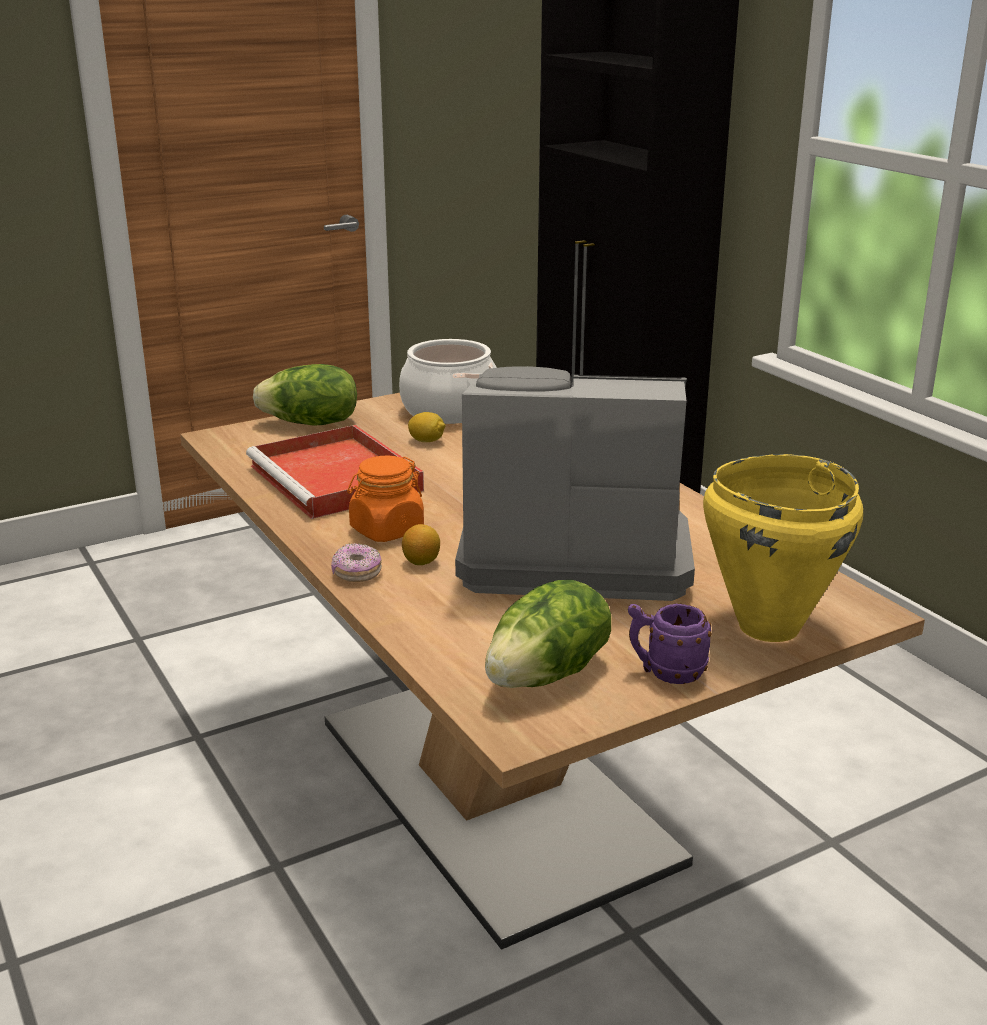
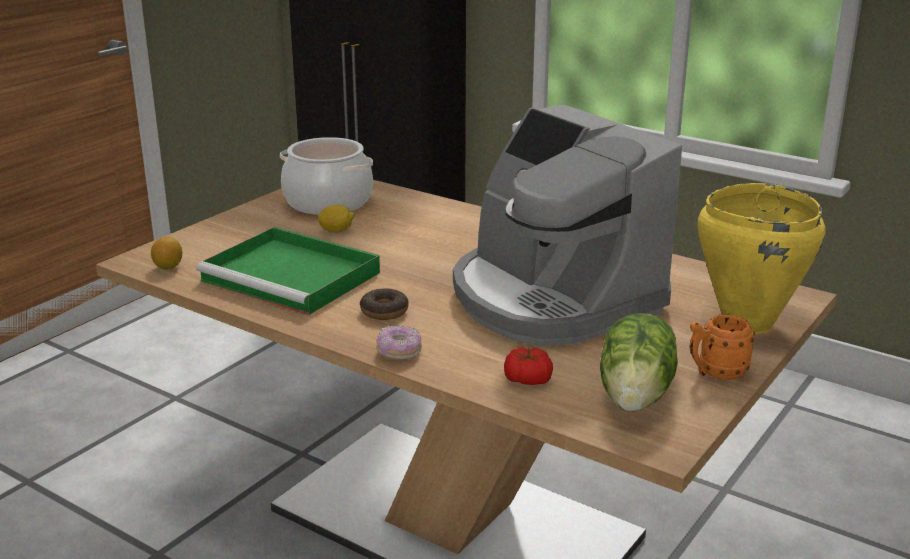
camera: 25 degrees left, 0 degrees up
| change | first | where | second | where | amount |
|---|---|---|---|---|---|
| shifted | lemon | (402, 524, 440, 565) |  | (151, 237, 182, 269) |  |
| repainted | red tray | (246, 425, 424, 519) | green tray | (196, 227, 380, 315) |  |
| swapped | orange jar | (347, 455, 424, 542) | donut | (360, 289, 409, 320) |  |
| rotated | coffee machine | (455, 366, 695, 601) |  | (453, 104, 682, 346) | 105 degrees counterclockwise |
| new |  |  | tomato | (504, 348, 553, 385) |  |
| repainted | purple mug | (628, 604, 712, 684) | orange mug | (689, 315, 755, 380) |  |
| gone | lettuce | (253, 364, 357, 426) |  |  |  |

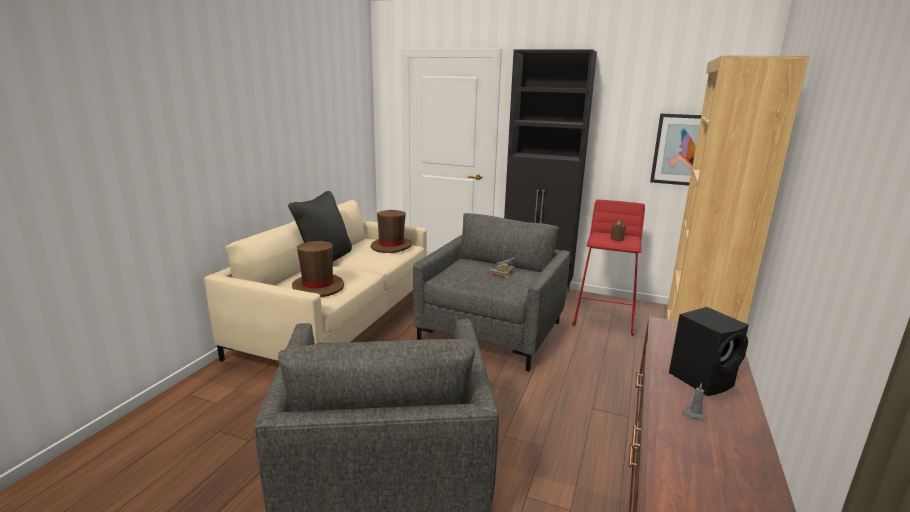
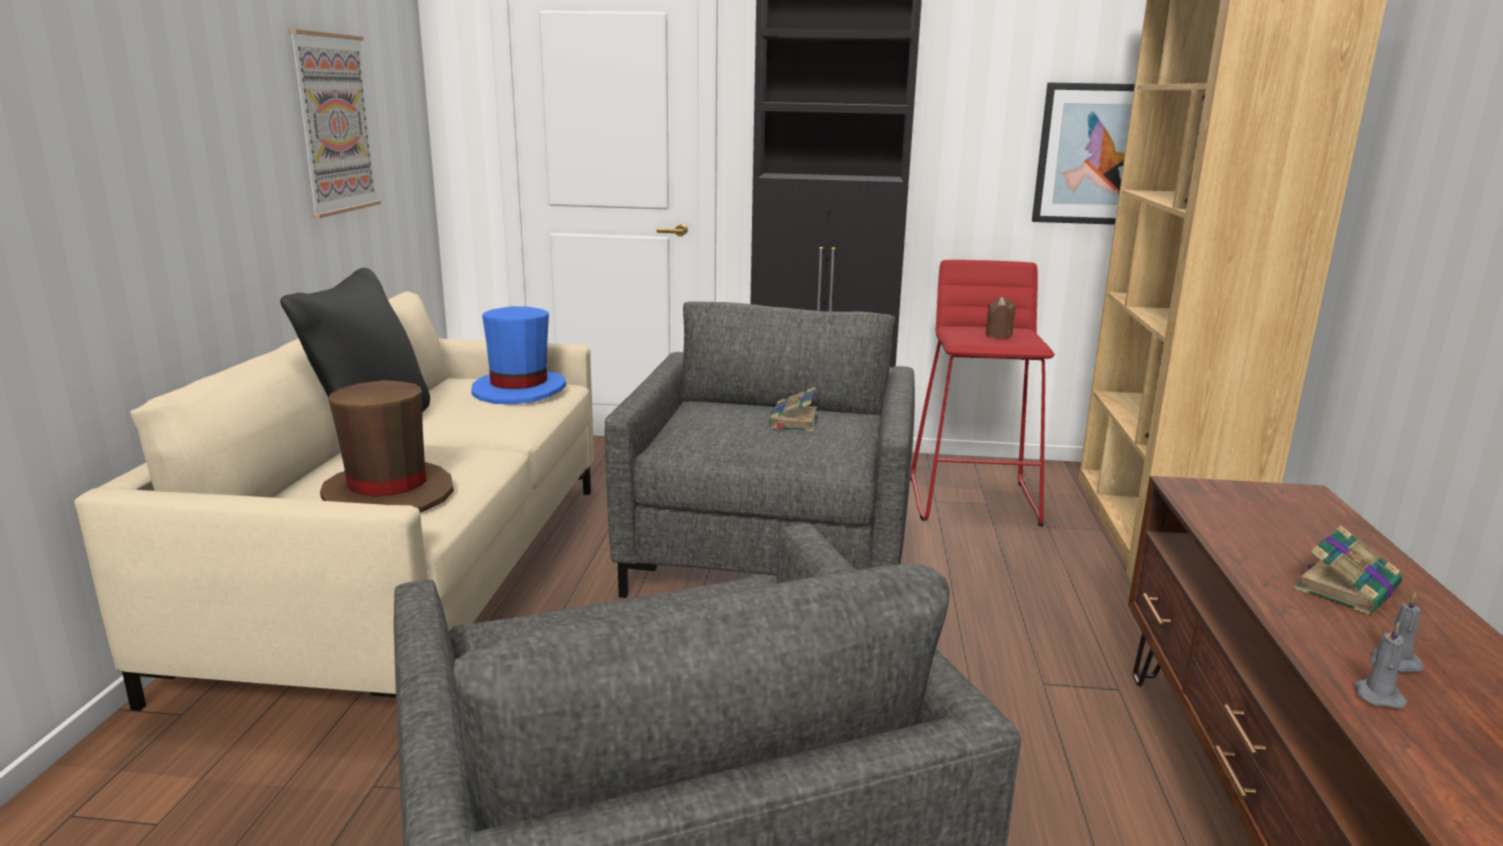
camera: 15 degrees left, 0 degrees up
| change | first | where | second | where | amount |
|---|---|---|---|---|---|
| new |  |  | picture | (288, 29, 381, 218) |  |
| repainted | brown hat | (371, 210, 412, 253) | blue hat | (471, 306, 566, 404) |  |
| swapped | black speaker | (669, 307, 749, 396) | book | (1294, 525, 1402, 614) |  |
| new |  |  | grey candle | (1354, 621, 1408, 709) |  |

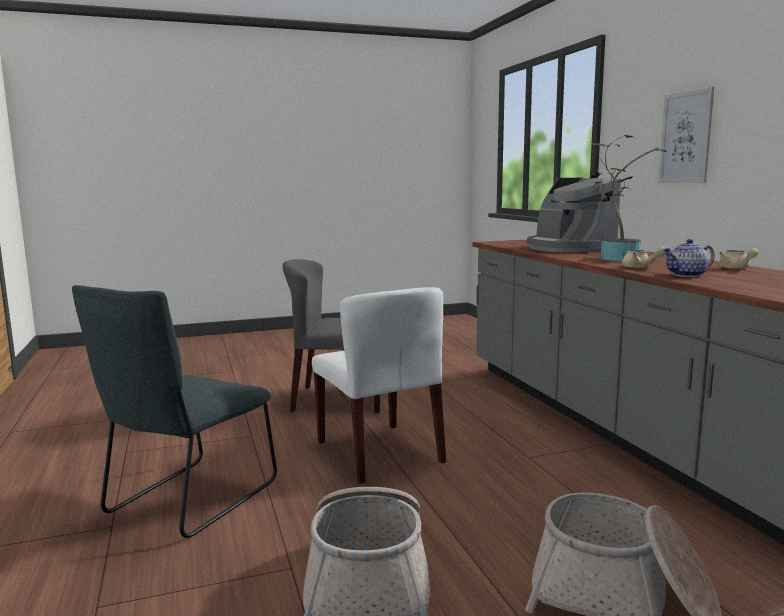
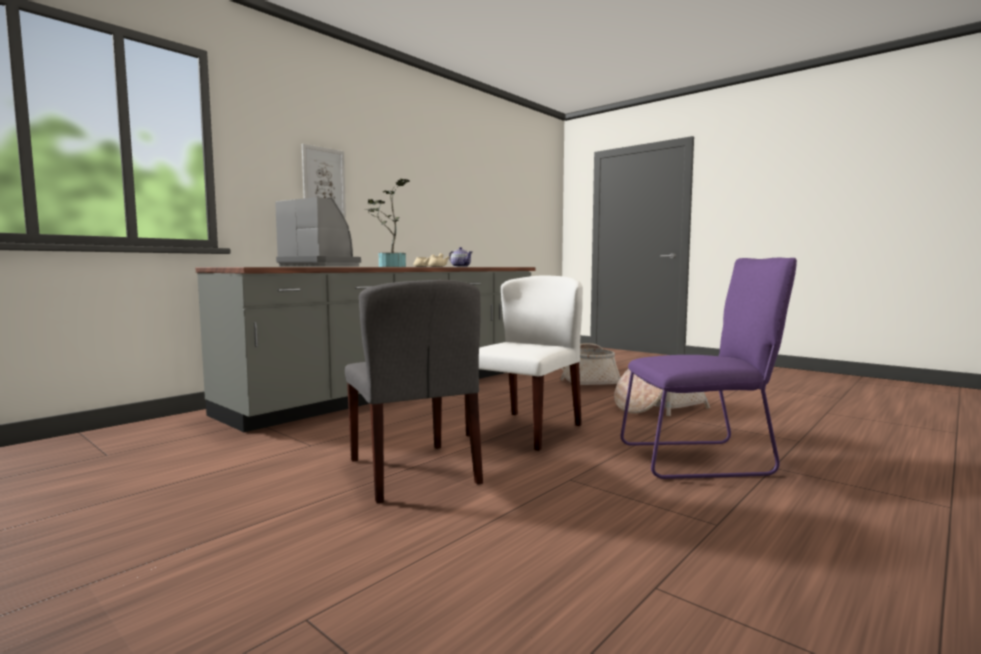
camera: 120 degrees left, 5 degrees down
| change | first | where | second | where | amount |
|---|---|---|---|---|---|
| rotated | coffee machine | (527, 178, 621, 253) |  | (275, 197, 361, 267) | 90 degrees counterclockwise |
| repainted | grey chair | (72, 285, 277, 538) | purple chair | (620, 258, 797, 479) |  |

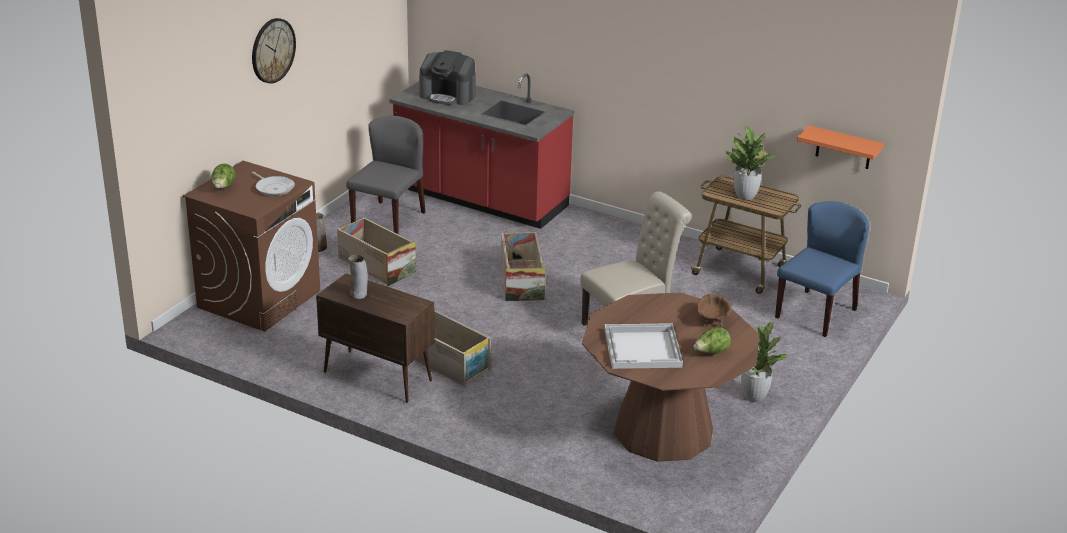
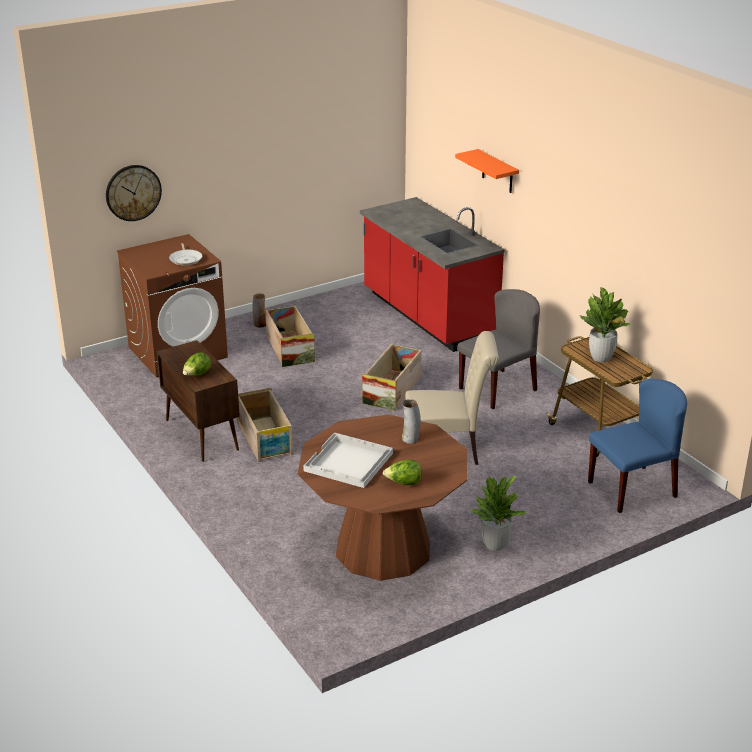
camera: 30 degrees right, 0 degrees up
| change | first | where | second | where | amount |
|---|---|---|---|---|---|
| shifted | wall clock | (252, 18, 296, 84) |  | (106, 165, 162, 221) |  |
| shifted | lettuce | (211, 163, 235, 189) |  | (183, 352, 211, 376) |  |
| shifted | vase | (348, 255, 368, 299) |  | (401, 400, 421, 444) |  |
| shifted | orange shelf | (797, 125, 884, 169) |  | (455, 149, 519, 193) |  |
| shifted | grey chair | (346, 116, 425, 234) |  | (457, 289, 540, 409) |  |
| gone | coffee machine | (419, 50, 476, 105) |  |  |  |
| gone | brown bowl | (696, 294, 731, 327) |  |  |  |

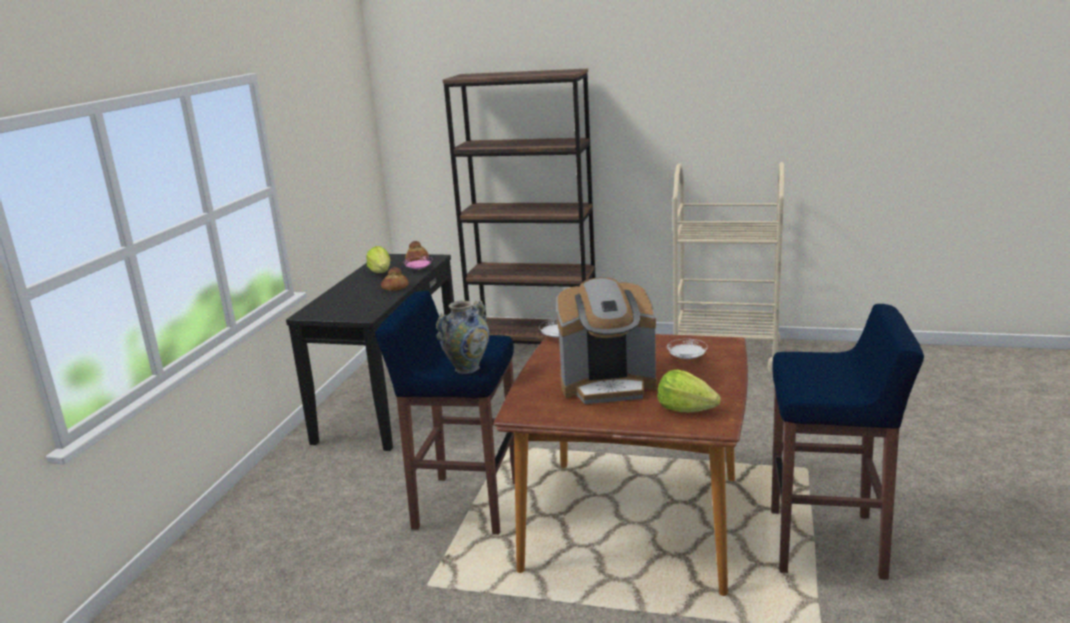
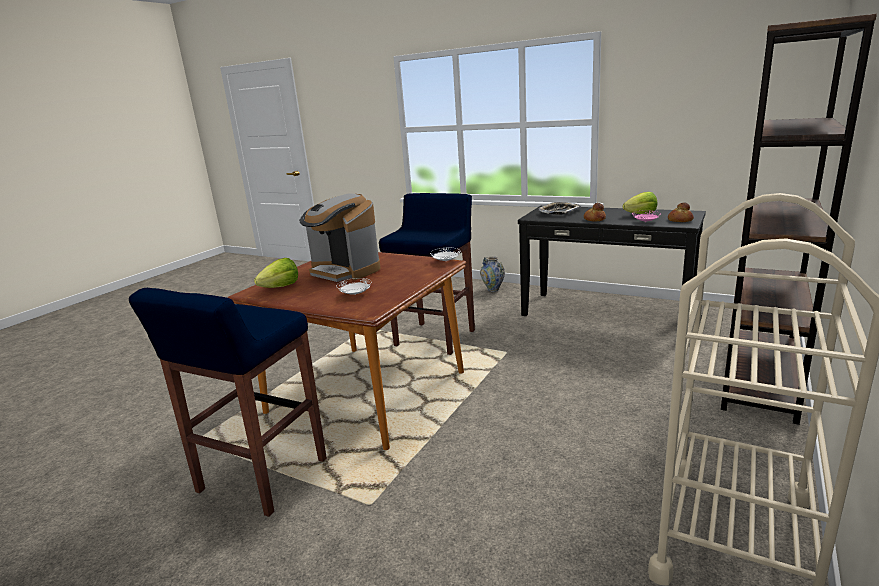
camera: 105 degrees right, 0 degrees up
| change | first | where | second | where | amount |
|---|---|---|---|---|---|
| rotated | coffee machine | (556, 277, 657, 404) |  | (299, 193, 381, 282) | 60 degrees counterclockwise |
| shifted | vase | (436, 301, 489, 374) |  | (480, 257, 505, 292) |  |
| new |  |  | tray | (538, 202, 581, 215) |  |

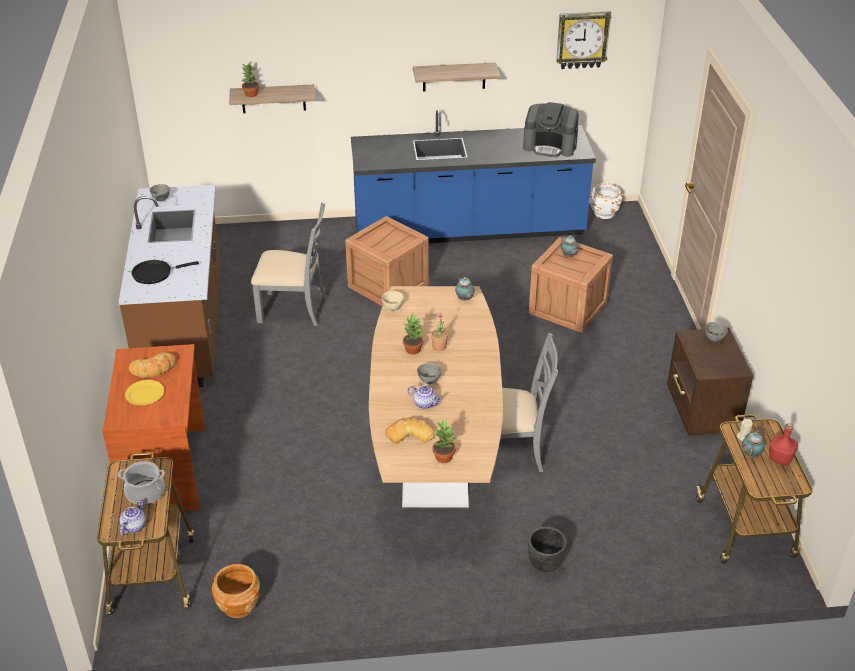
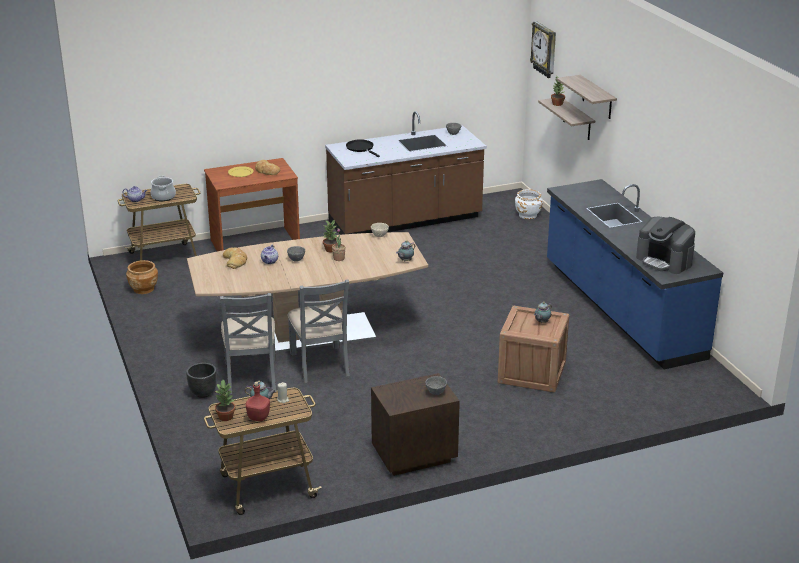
camera: 75 degrees right, 10 degrees down
| change | first | where | second | where | amount |
|---|---|---|---|---|---|
| shifted | potted plant | (432, 419, 456, 463) |  | (215, 380, 235, 421) |  |
| shifted | grey chair | (251, 203, 327, 326) |  | (220, 293, 276, 394) |  |
| shifted | white planter | (590, 183, 622, 219) |  | (515, 189, 543, 219) |  |
| shifted | wall clock | (556, 11, 612, 69) |  | (530, 21, 556, 78) |  |
| shifted | shelf | (413, 63, 501, 92) |  | (557, 75, 617, 119) |  |
| rotated | coffee machine | (523, 102, 579, 157) |  | (636, 217, 695, 274) | 45 degrees counterclockwise |
| gone | crate | (345, 216, 429, 306) |  |  |  |

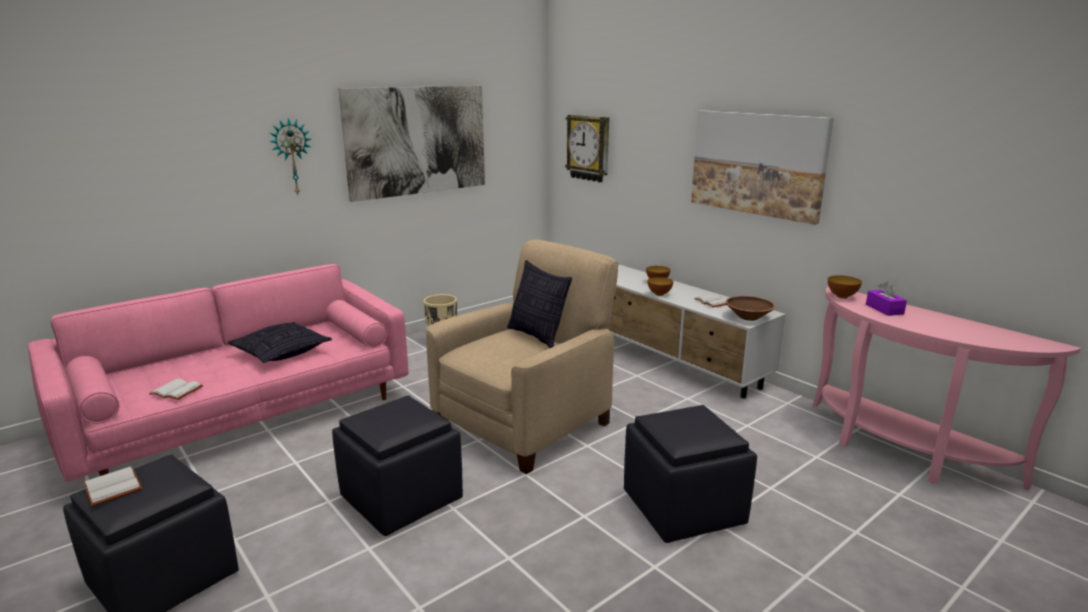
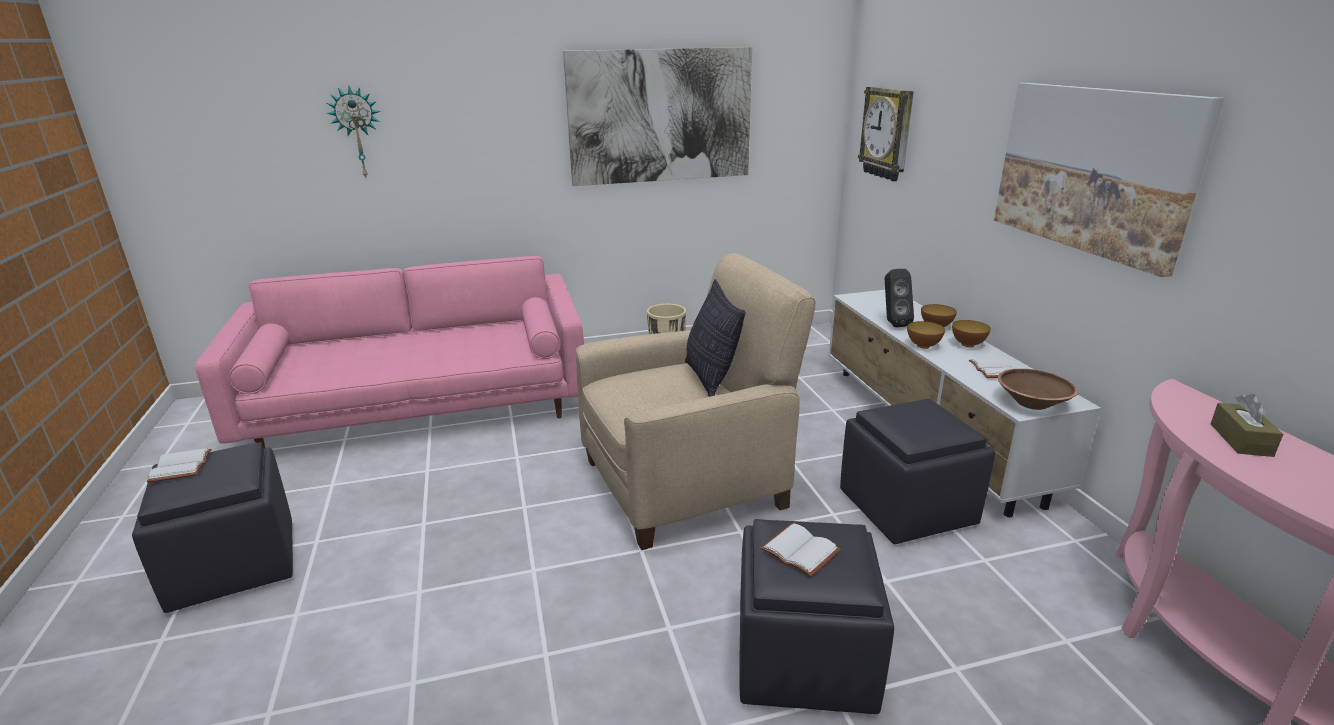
camera: 25 degrees right, 5 degrees up
| change | first | where | second | where | amount |
|---|---|---|---|---|---|
| shifted | wall clock | (270, 118, 311, 194) |  | (327, 86, 380, 178) |  |
| shifted | white book | (149, 379, 203, 400) |  | (760, 524, 841, 577) |  |
| shifted | black ottoman | (332, 395, 463, 536) |  | (840, 399, 995, 544) |  |
| new |  |  | black speaker | (885, 269, 914, 327) |  |
| shifted | bowl | (828, 275, 862, 299) |  | (952, 320, 991, 347) |  |
| repainted | purple tissue box | (866, 281, 907, 316) | brown tissue box | (1211, 394, 1283, 457) |  |
| gone | pillow | (227, 322, 332, 363) |  |  |  |

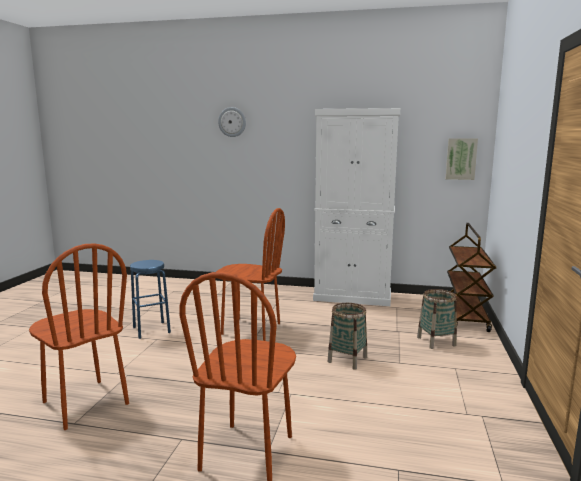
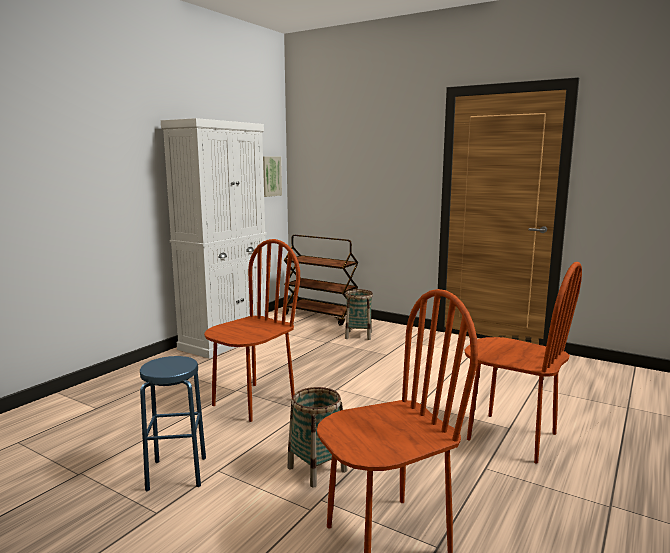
camera: 70 degrees left, 0 degrees up
| change | first | where | second | where | amount |
|---|---|---|---|---|---|
| shifted | basket | (328, 303, 367, 370) |  | (287, 387, 347, 487) |  |
| gone | wall clock | (218, 107, 246, 137) |  |  |  |

